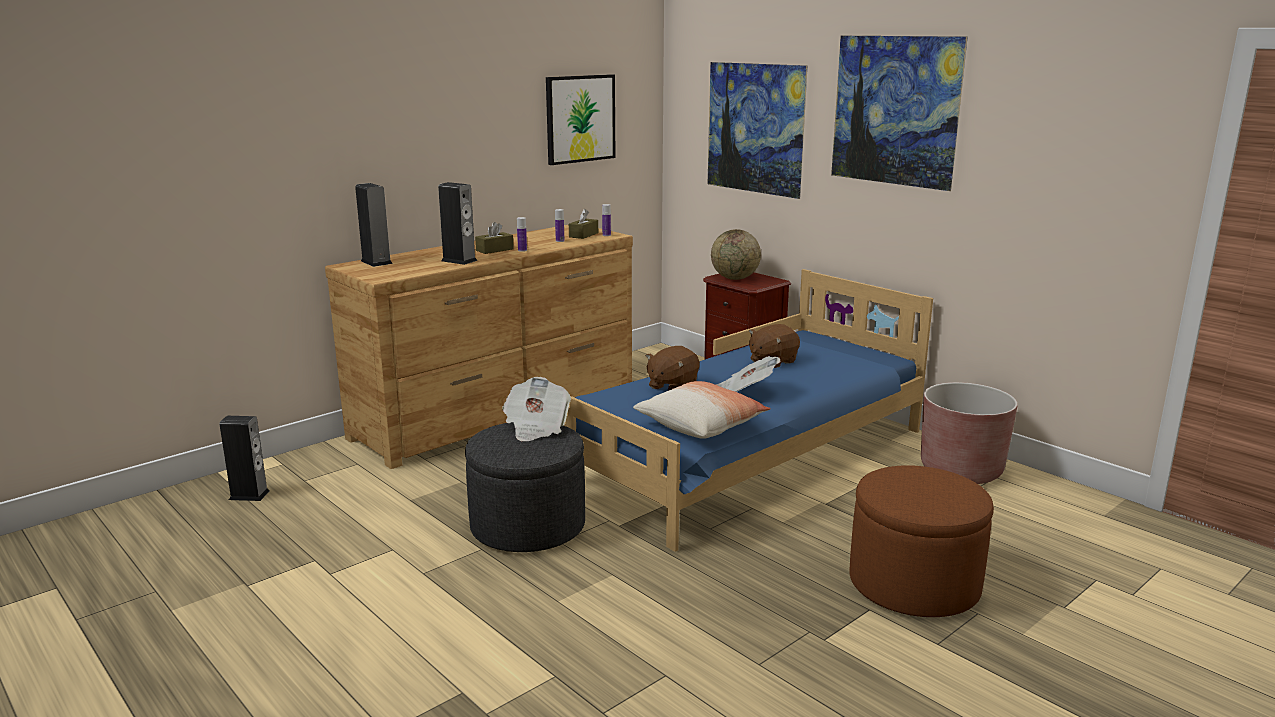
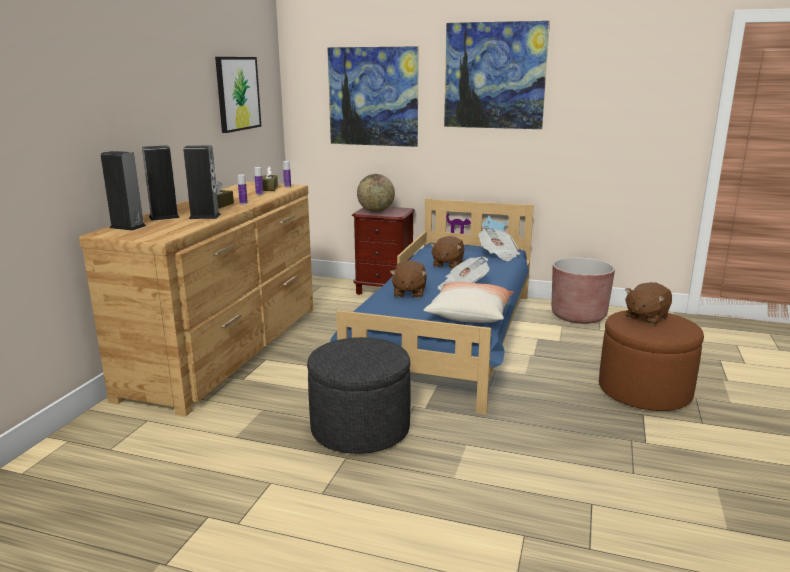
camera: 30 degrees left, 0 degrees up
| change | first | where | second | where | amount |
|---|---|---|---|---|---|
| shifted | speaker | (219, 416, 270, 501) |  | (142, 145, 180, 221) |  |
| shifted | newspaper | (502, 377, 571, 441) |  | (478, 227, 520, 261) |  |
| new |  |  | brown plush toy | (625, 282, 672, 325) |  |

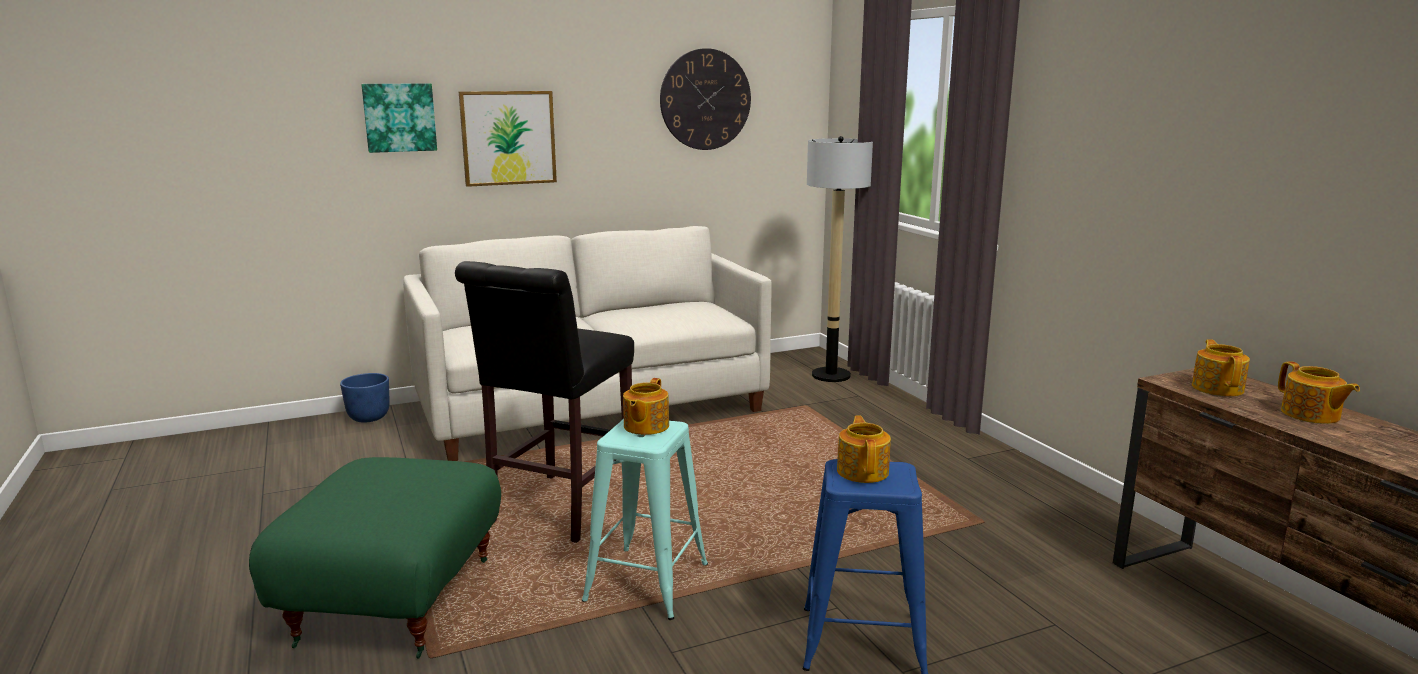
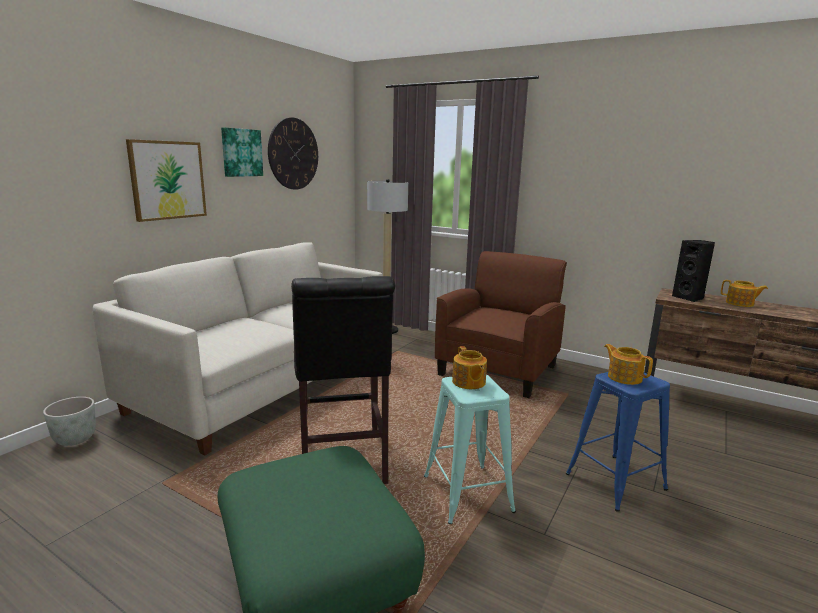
camera: 35 degrees left, 0 degrees up
| change | first | where | second | where | amount |
|---|---|---|---|---|---|
| repainted | blue planter | (340, 373, 390, 423) | grey planter | (43, 397, 96, 446) |  |
| shifted | picture | (361, 83, 437, 153) |  | (221, 127, 263, 177) |  |
| new |  |  | brown armchair | (435, 251, 567, 398) |  |
| swapped | teapot | (1192, 339, 1250, 396) | black speaker | (672, 240, 715, 302) |  |

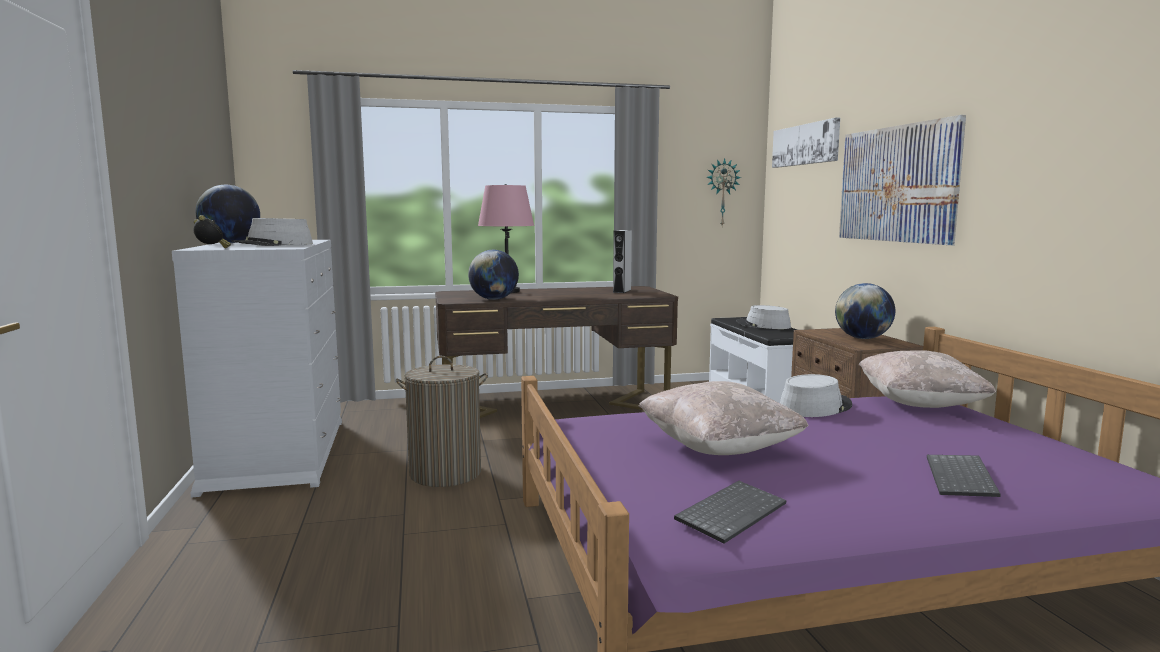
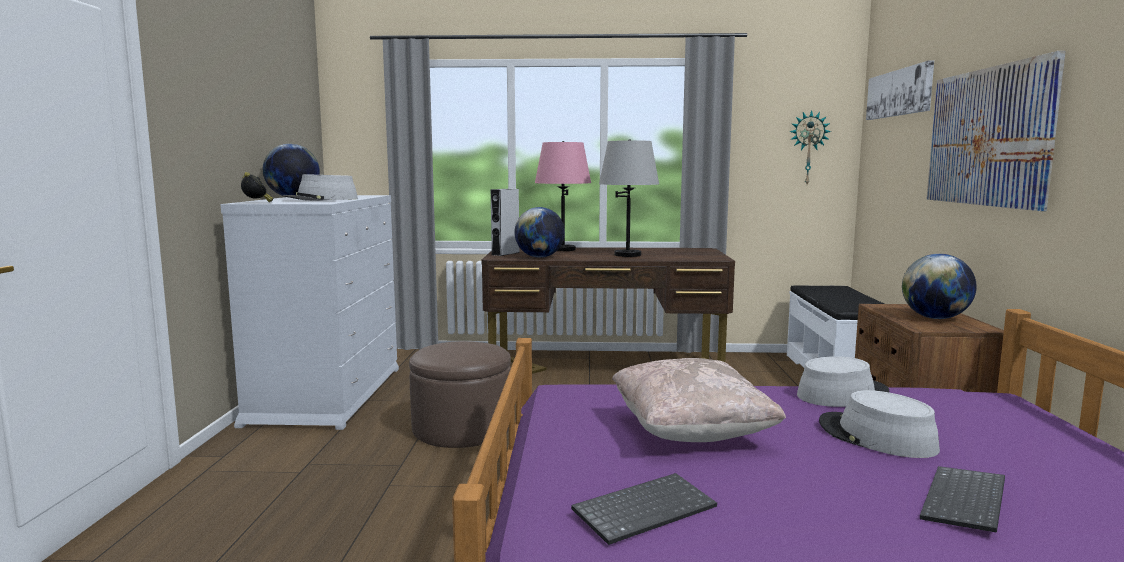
camera: 15 degrees right, 0 degrees up
| change | first | where | second | where | amount |
|---|---|---|---|---|---|
| swapped | laundry basket | (396, 356, 488, 487) | brown ottoman | (409, 341, 511, 448) |  |
| shifted | grey speaker | (613, 230, 632, 293) |  | (491, 189, 520, 256) |  |
| new |  |  | grey table lamp | (599, 140, 659, 257) |  |
| shifted | grey hat | (736, 305, 791, 329) |  | (819, 390, 940, 458) |  |
| gone | beige pillow | (859, 350, 996, 408) |  |  |  |

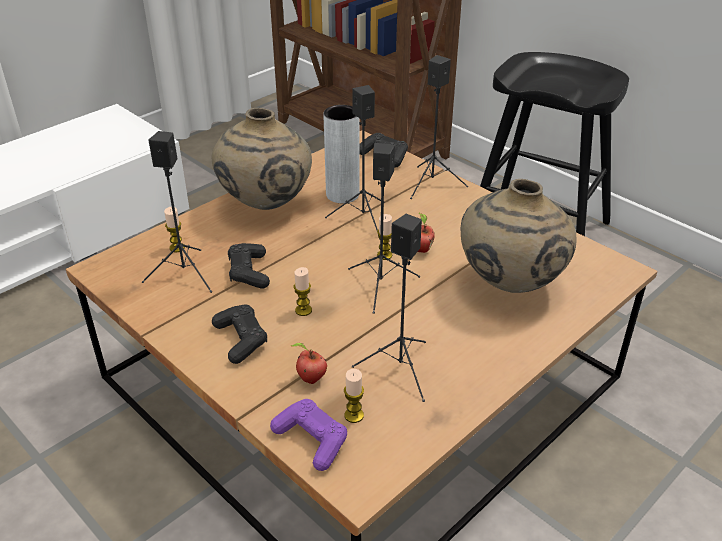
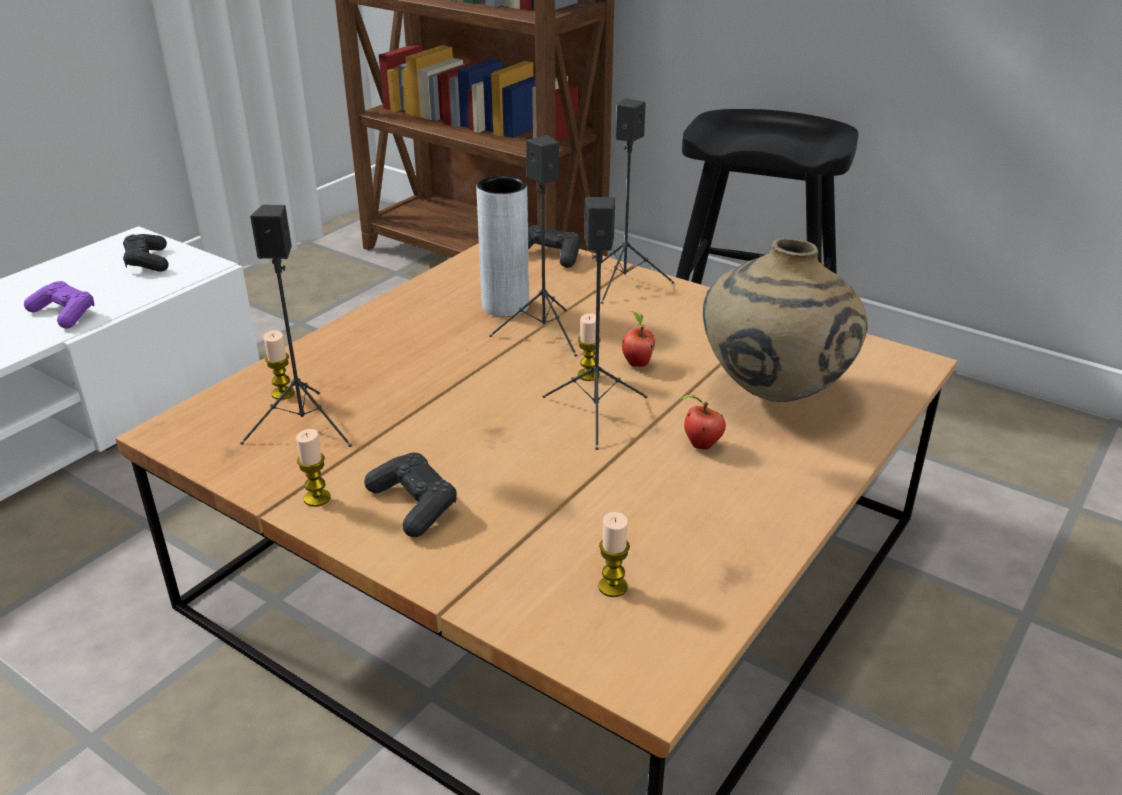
camera: 10 degrees left, 5 degrees down
| change | first | where | second | where | amount |
|---|---|---|---|---|---|
| shifted | purple game controller | (270, 399, 347, 471) |  | (24, 281, 94, 328) |  |
| shifted | black game controller | (228, 243, 270, 289) |  | (123, 234, 169, 272) |  |
| shifted | candle | (294, 267, 312, 316) |  | (296, 429, 330, 507) |  |
| shifted | apple | (292, 343, 327, 384) |  | (681, 395, 726, 450) |  |
| gone | beige vase | (212, 108, 312, 210) |  |  |  |
| gone | black speaker | (352, 214, 426, 402) |  |  |  |

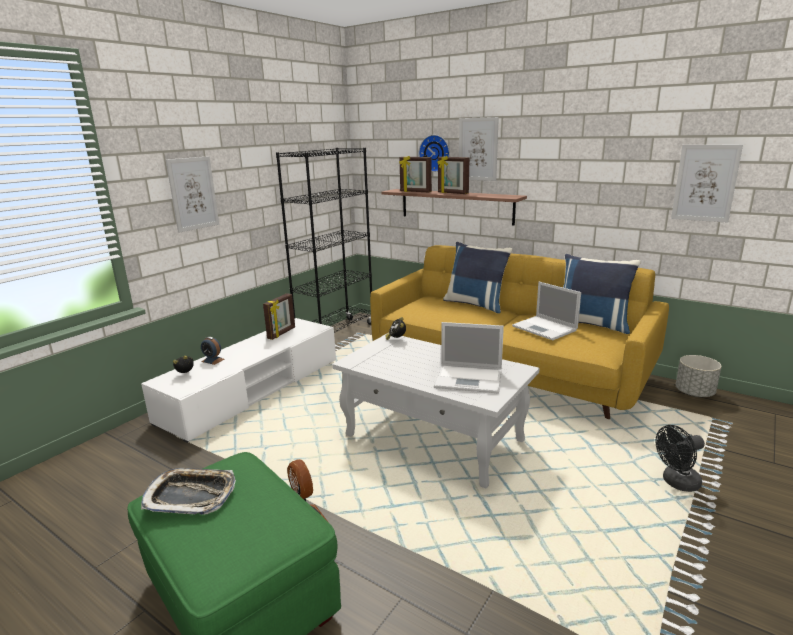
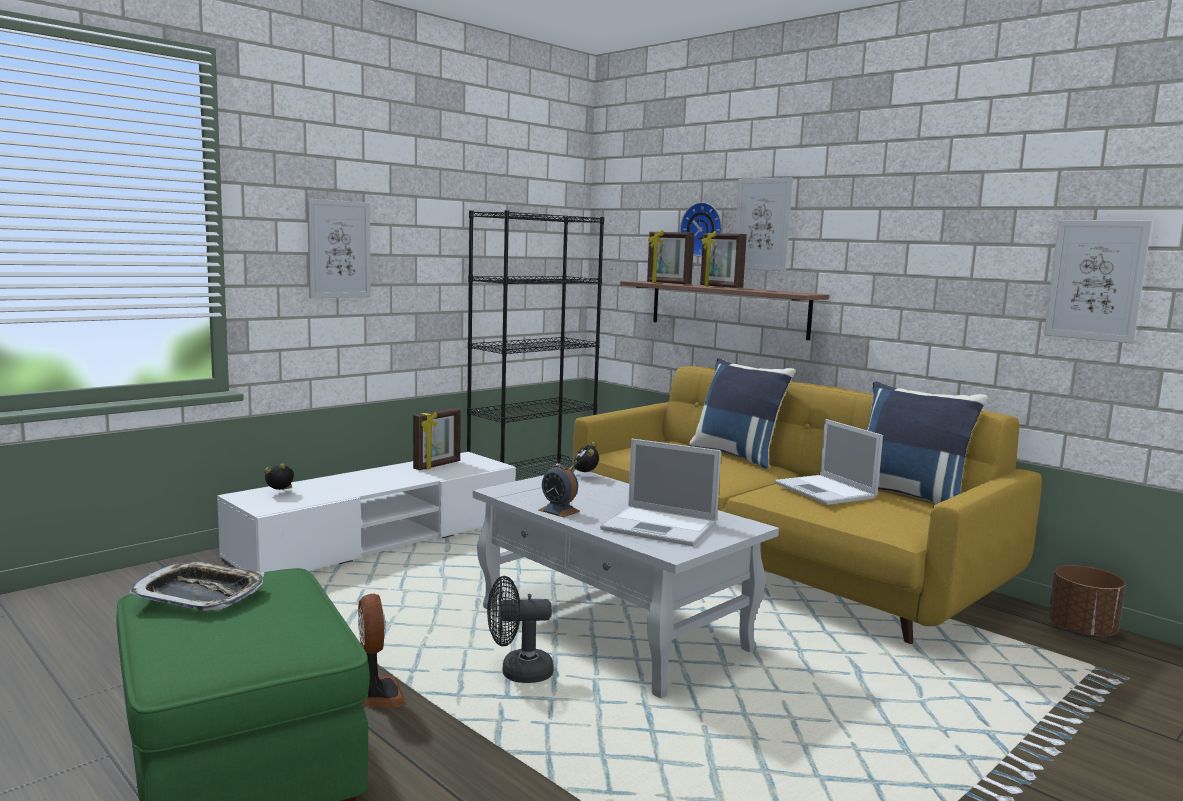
camera: 10 degrees right, 10 degrees down
| change | first | where | second | where | amount |
|---|---|---|---|---|---|
| shifted | black fan | (655, 425, 705, 492) |  | (487, 576, 553, 683) |  |
| shifted | alarm clock | (201, 337, 224, 365) |  | (539, 465, 580, 517) |  |
| repainted | grey planter | (675, 355, 722, 397) | brown planter | (1049, 565, 1126, 638) |  |

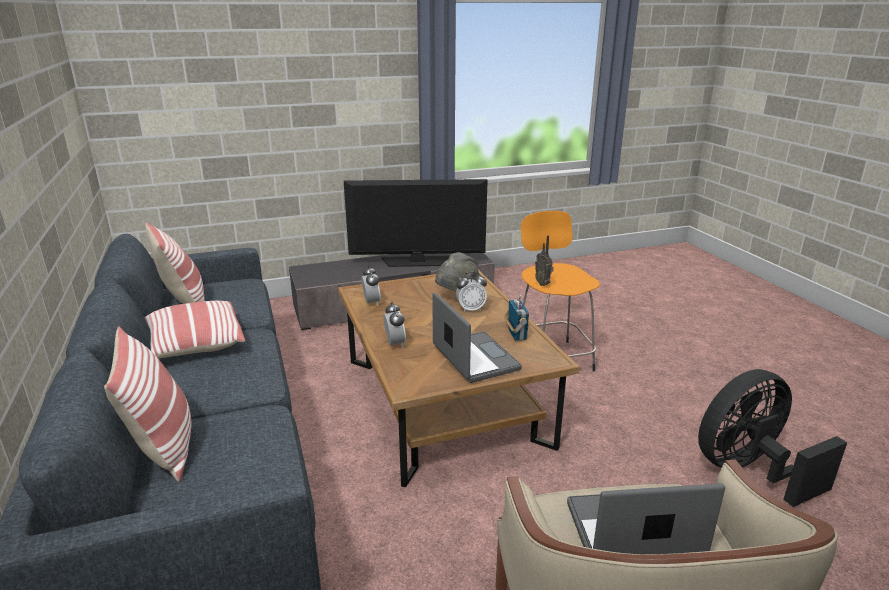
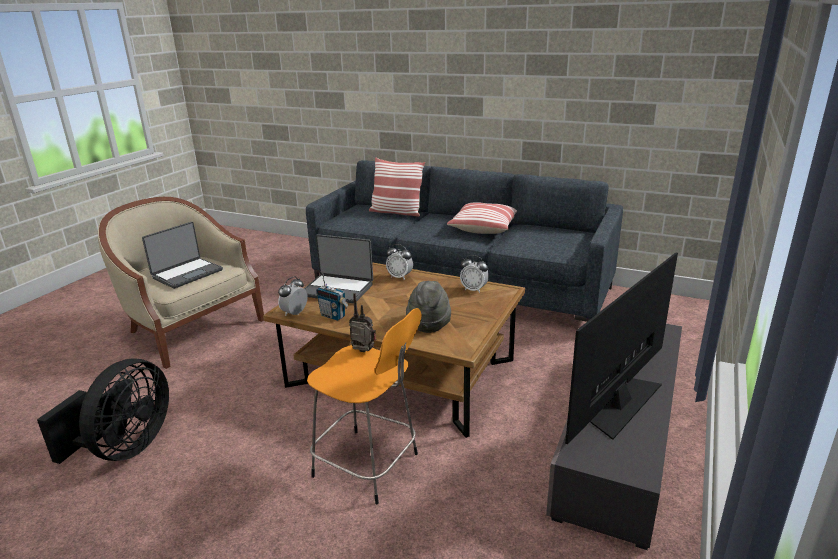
camera: 135 degrees right, 0 degrees up
| change | first | where | second | where | amount |
|---|---|---|---|---|---|
| shifted | alarm clock | (456, 272, 487, 312) |  | (278, 276, 308, 316) |  |
| gone | pillow | (146, 222, 204, 304) |  |  |  |

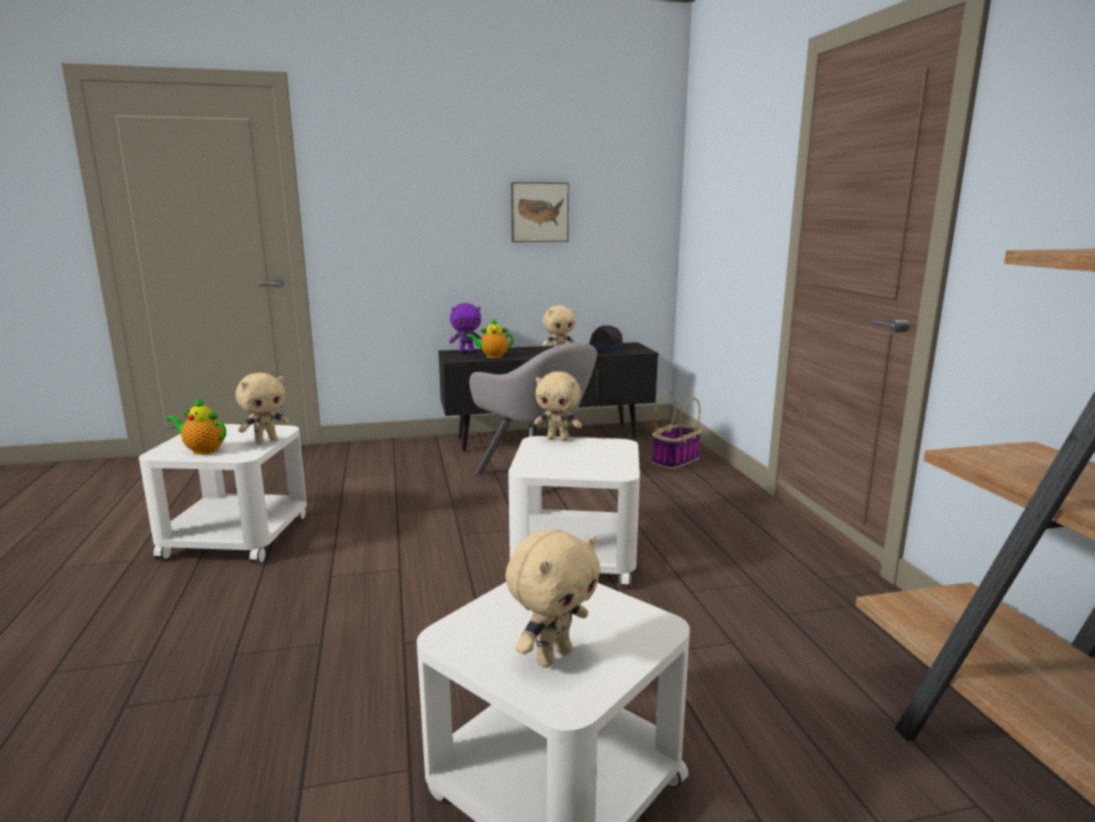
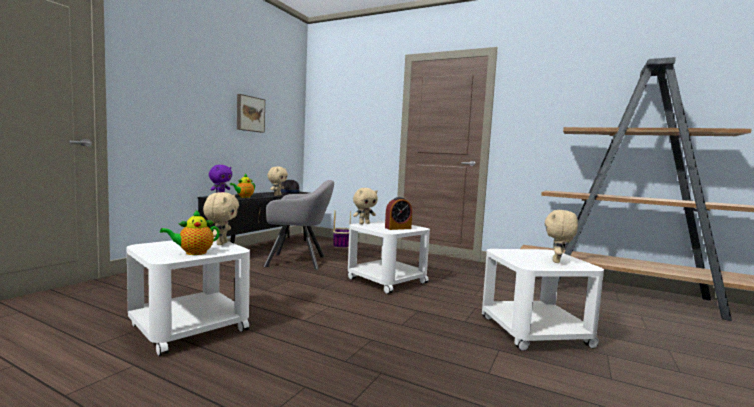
camera: 50 degrees left, 10 degrees down
| change | first | where | second | where | amount |
|---|---|---|---|---|---|
| new |  |  | alarm clock | (385, 197, 412, 230) |  |
| rotated | beige plush toy | (506, 529, 601, 668) |  | (545, 210, 578, 263) | 150 degrees counterclockwise |

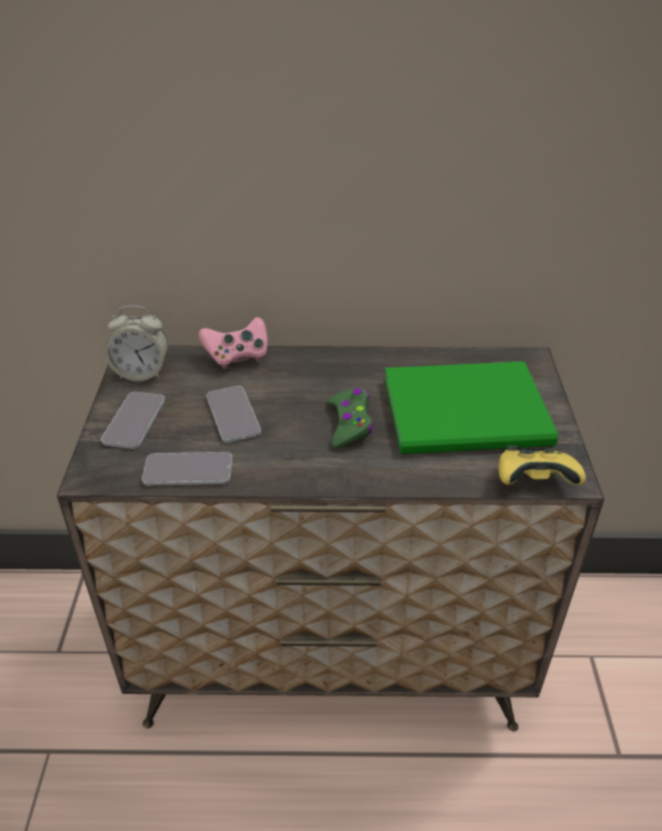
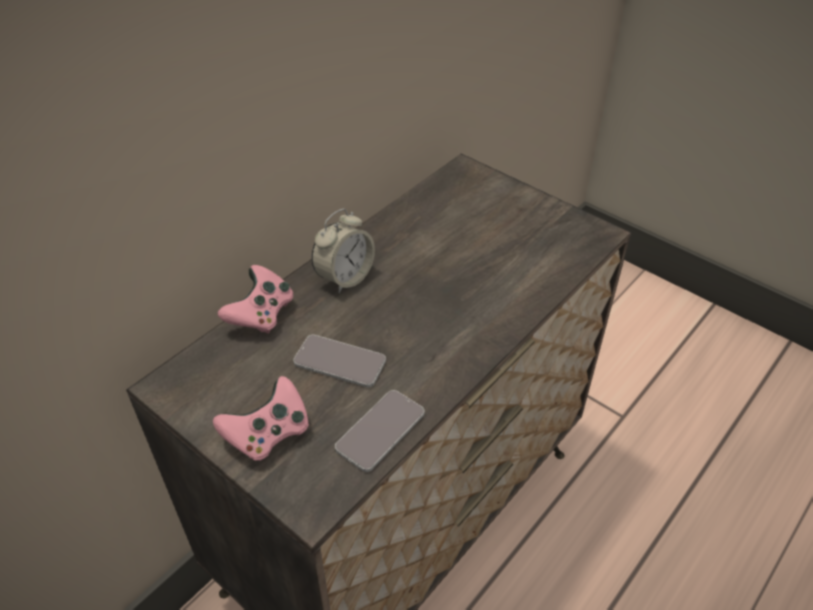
camera: 50 degrees left, 5 degrees up
| change | first | where | second | where | amount |
|---|---|---|---|---|---|
| swapped | phone | (101, 392, 165, 449) | pink game controller | (213, 376, 309, 461) |  |
| shifted | alarm clock | (105, 305, 168, 381) |  | (312, 209, 375, 293) |  |
| gone | green game controller | (327, 388, 373, 448) |  |  |  |
| gone | green book | (385, 361, 558, 454) |  |  |  |
| gone | yellow game controller | (499, 445, 586, 485) |  |  |  |

